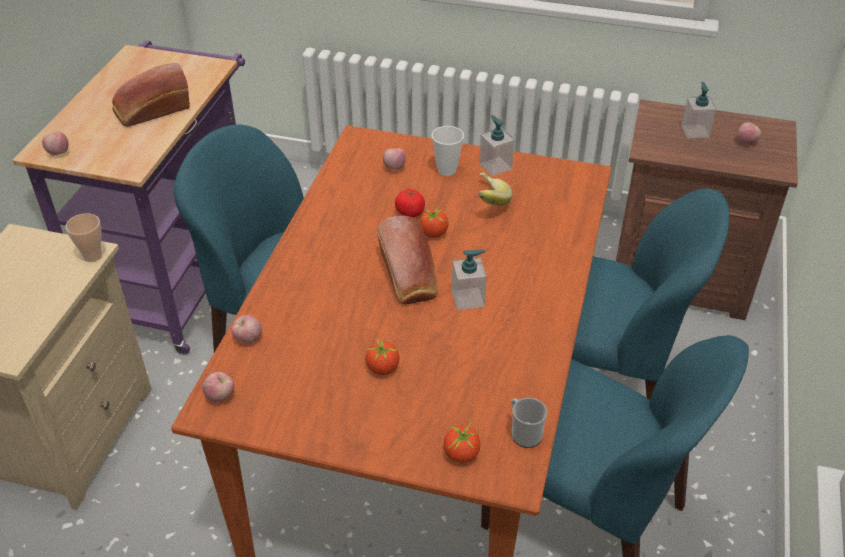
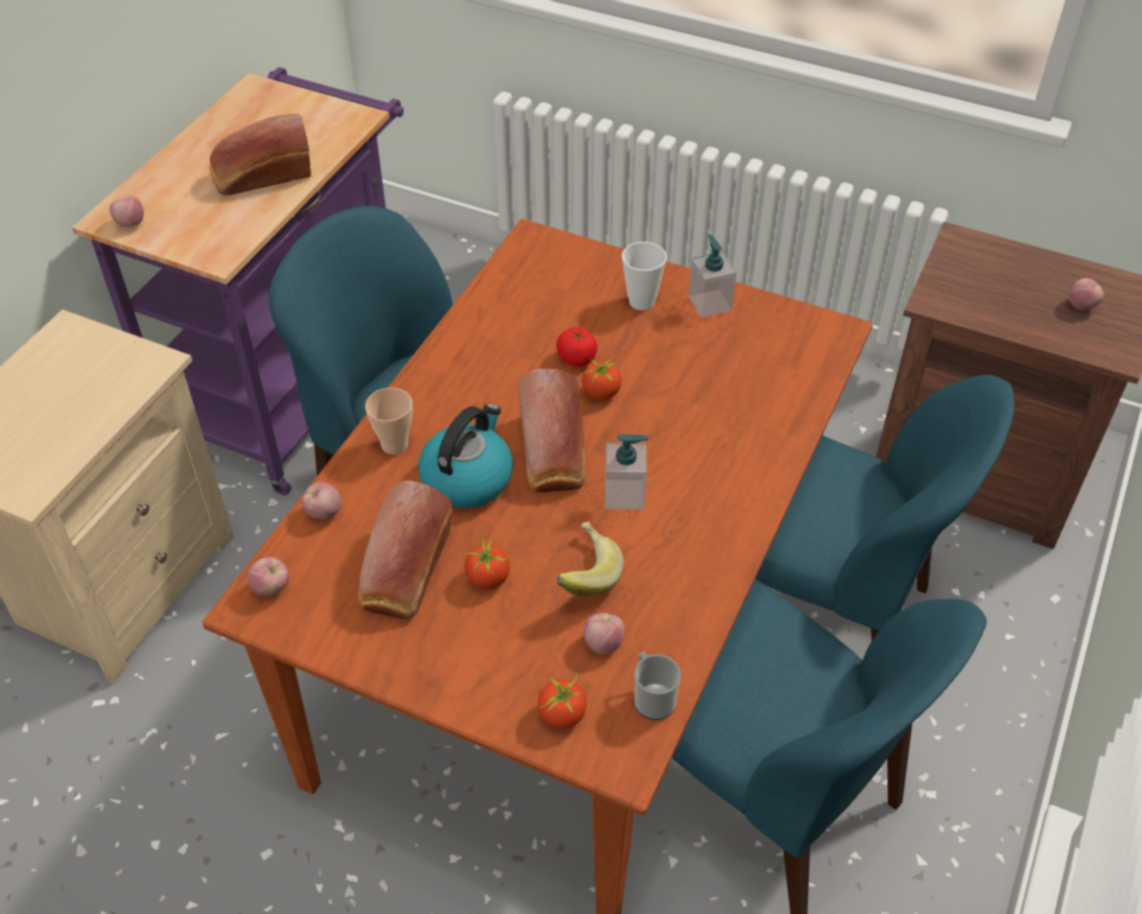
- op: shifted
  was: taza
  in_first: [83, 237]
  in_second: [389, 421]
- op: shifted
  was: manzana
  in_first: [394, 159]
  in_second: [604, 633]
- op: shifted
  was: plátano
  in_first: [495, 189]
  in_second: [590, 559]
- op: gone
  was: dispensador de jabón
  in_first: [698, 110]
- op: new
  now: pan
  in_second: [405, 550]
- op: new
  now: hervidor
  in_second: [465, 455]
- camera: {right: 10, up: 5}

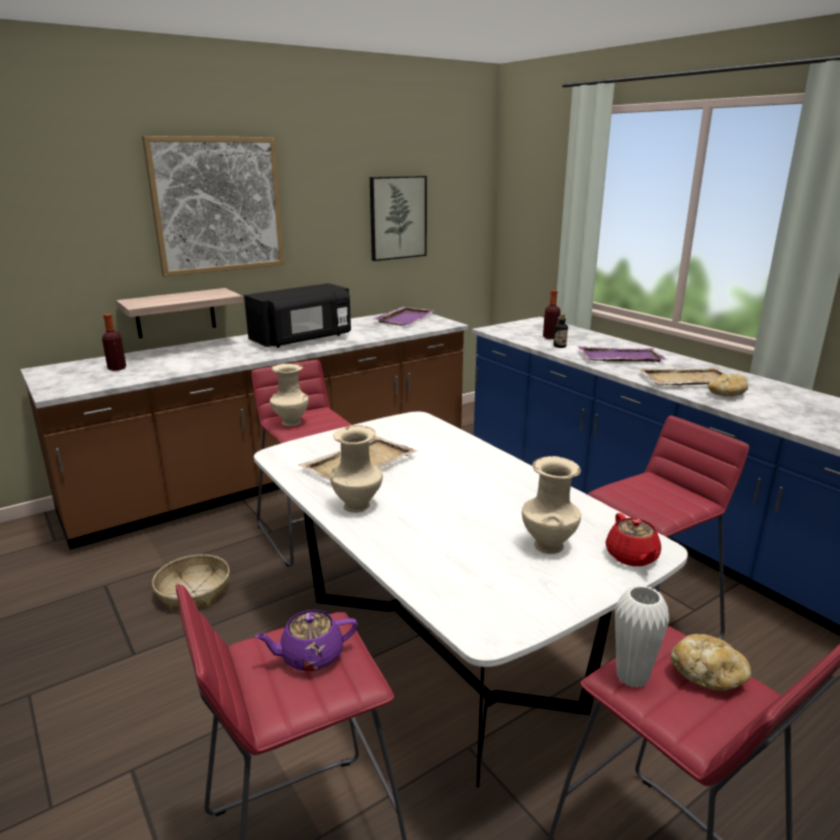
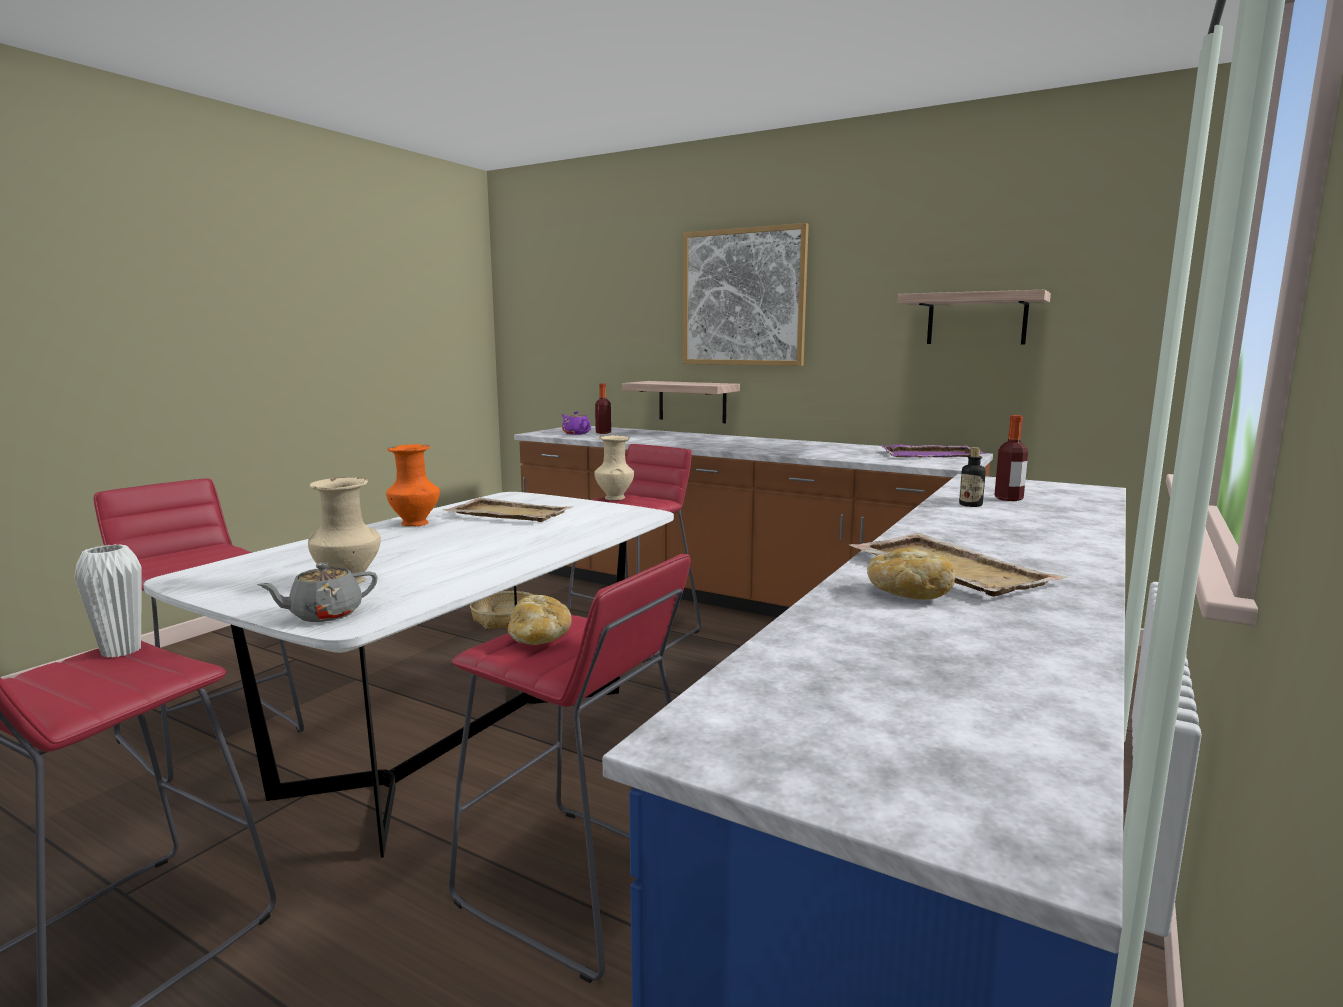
- op: gone
  was: microondas (negro)
  in_first: [297, 315]
- op: shifted
  was: tetera (morado)
  in_first: [305, 641]
  in_second: [576, 423]
- op: repainted
  was: florero (beis)
  now: florero (naranja)
  in_first: [356, 468]
  in_second: [413, 485]
- op: swapped
  was: cuadro
  now: estante
  in_first: [398, 218]
  in_second: [974, 317]
- op: gone
  was: bandeja (morado)
  in_first: [622, 354]
- op: repainted
  was: tetera (rojo)
  now: tetera (gris)
  in_first: [633, 539]
  in_second: [317, 592]
- op: shifted
  was: pan
  in_first: [710, 662]
  in_second: [540, 620]
- camera: {right: 65, up: -10}

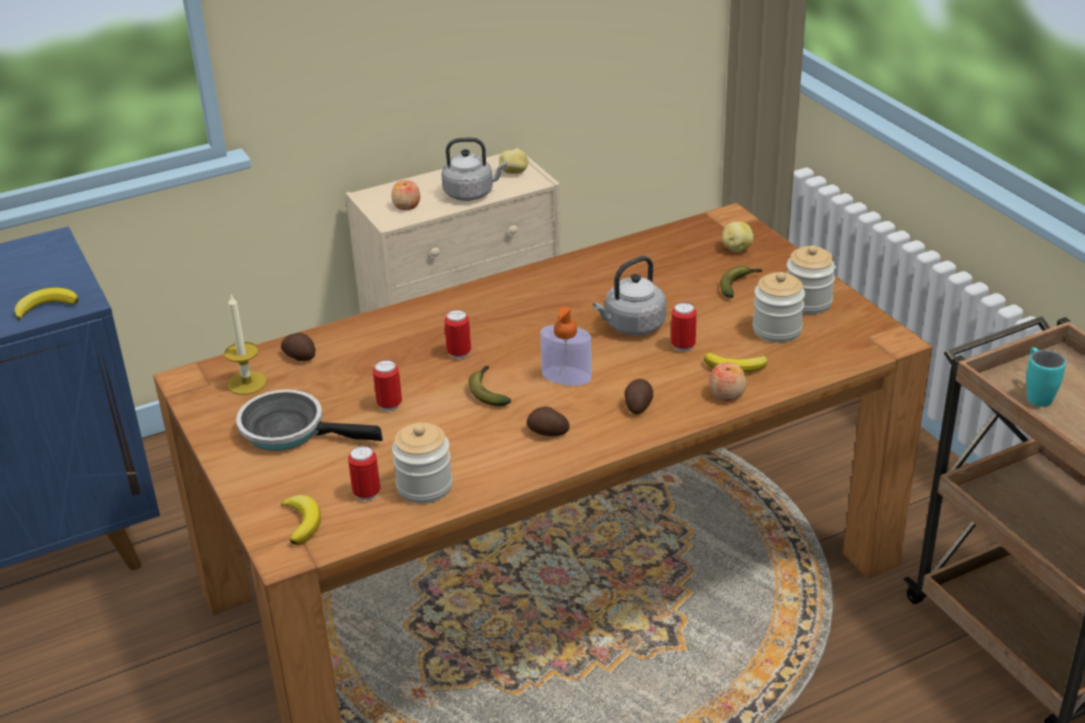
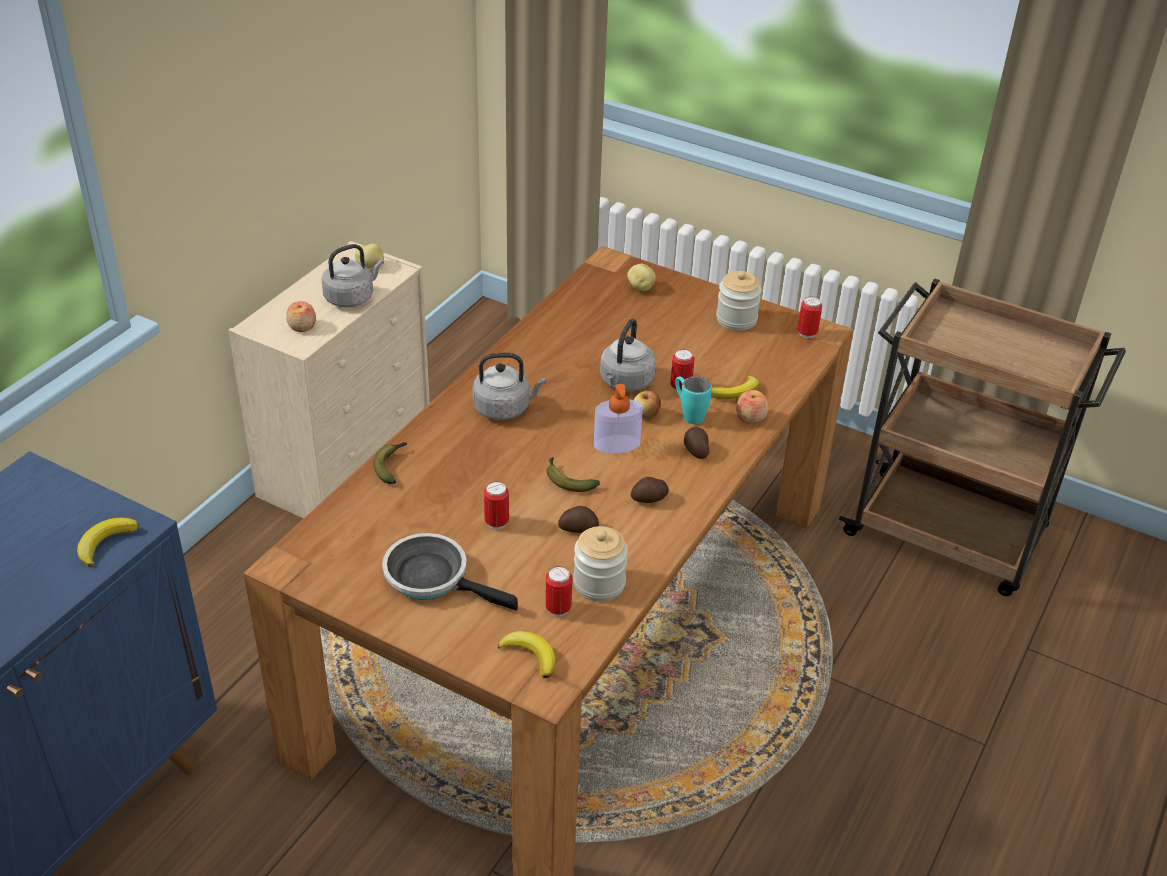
- op: gone
  was: vela
  in_first: [245, 345]
- op: rotated
  was: sartén
  in_first: [309, 420]
  in_second: [450, 572]
  clockwise: 45
- op: shifted
  was: patata
  in_first: [298, 347]
  in_second: [578, 519]
- op: shifted
  was: lata
  in_first: [457, 334]
  in_second: [810, 317]
- op: shifted
  was: plátano
  in_first: [741, 282]
  in_second: [390, 463]
- op: gone
  was: tarro
  in_first: [779, 307]
- op: shifted
  was: taza grande (turquesa)
  in_first: [1046, 377]
  in_second: [693, 400]
- op: new
  now: hervidor (gris)
  in_second: [509, 386]
- op: new
  now: manzana
  in_second: [647, 405]
- camera: {right: -35, up: 5}

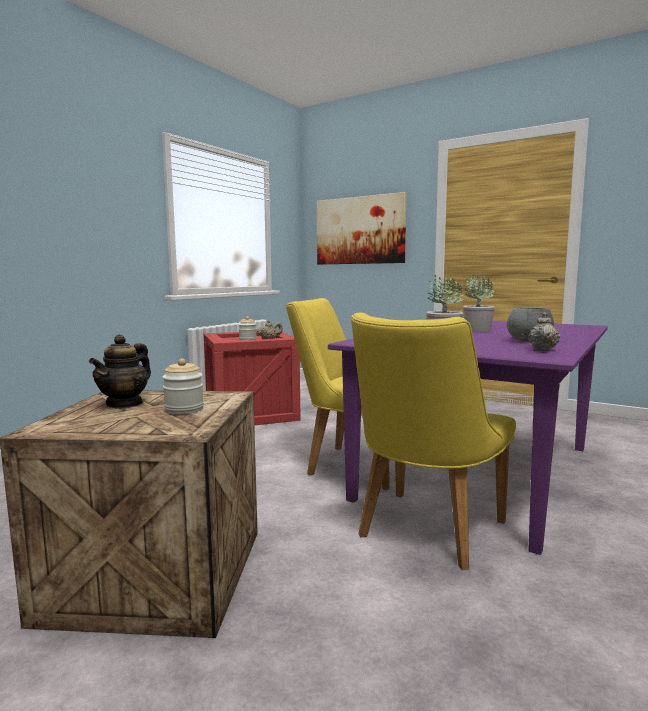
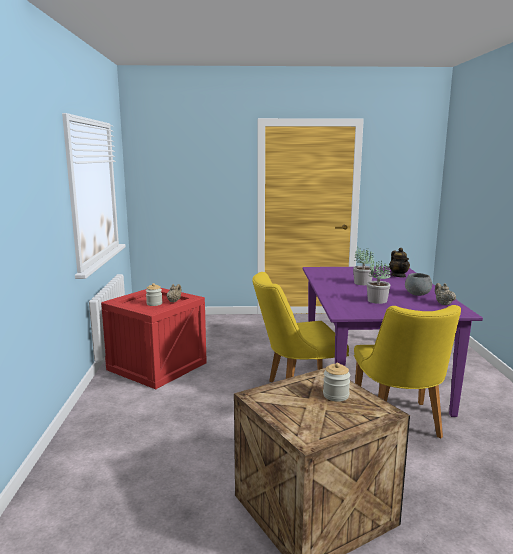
- op: shifted
  was: tetera
  in_first: [120, 371]
  in_second: [399, 262]
- op: gone
  was: cuadro
  in_first: [361, 228]
- camera: {right: -35, up: 5}

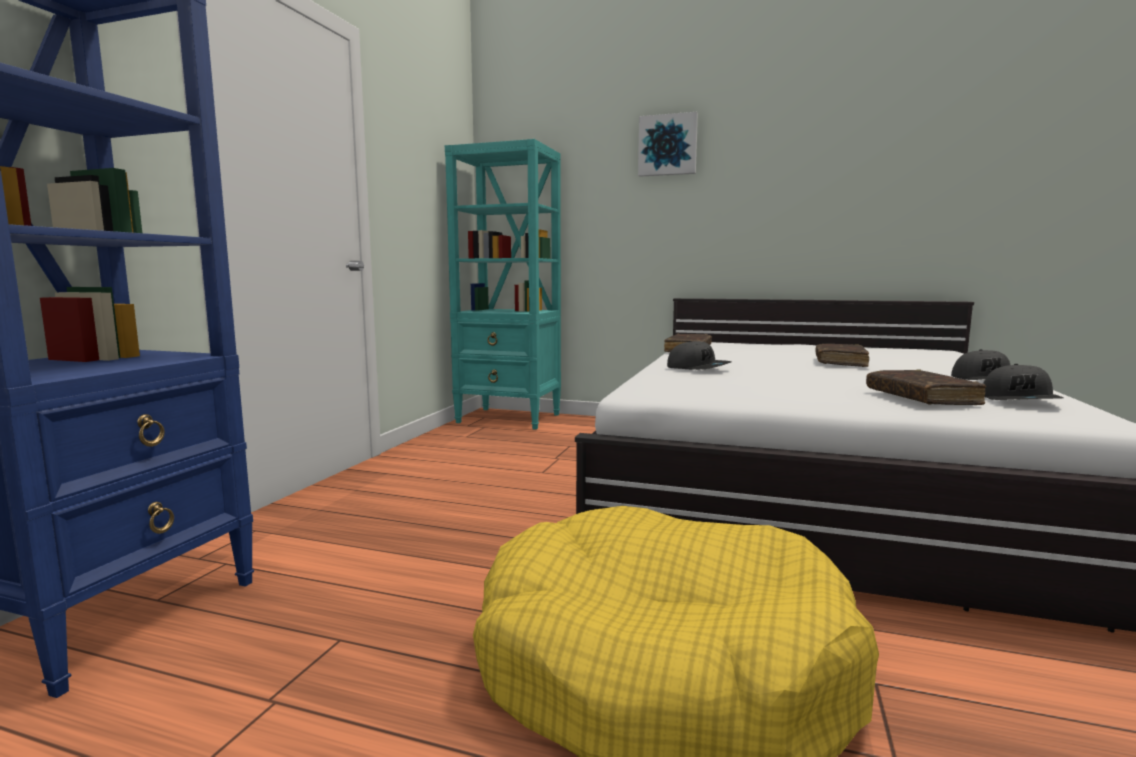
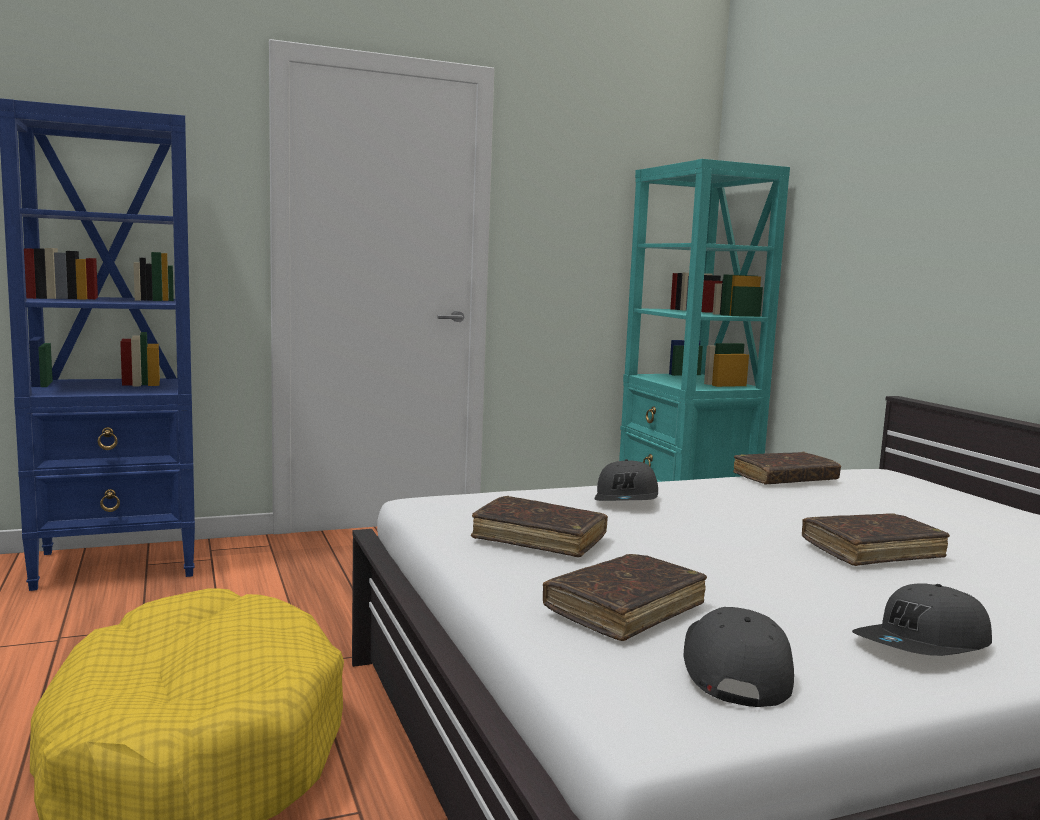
- op: gone
  was: cuadro
  in_first: [668, 144]
- op: rotated
  was: gorra (gris)
  in_first: [1023, 382]
  in_second: [739, 657]
  clockwise: 120
- op: new
  now: libro (marrón)
  in_second: [539, 527]
- camera: {right: 50, up: 0}

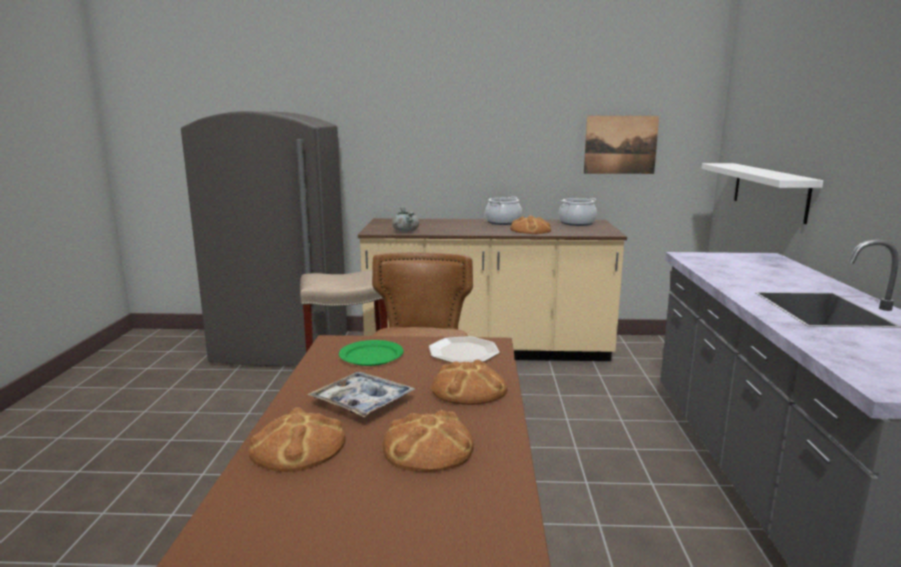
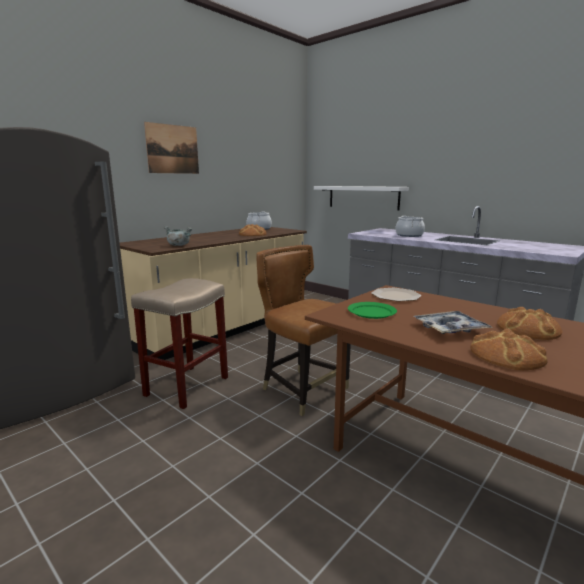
- op: gone
  was: pan
  in_first: [469, 382]
- op: shifted
  was: olla
  in_first: [503, 211]
  in_second: [410, 226]
- op: shifted
  was: cuadro
  in_first: [621, 145]
  in_second: [171, 148]
- camera: {right: -50, up: 0}

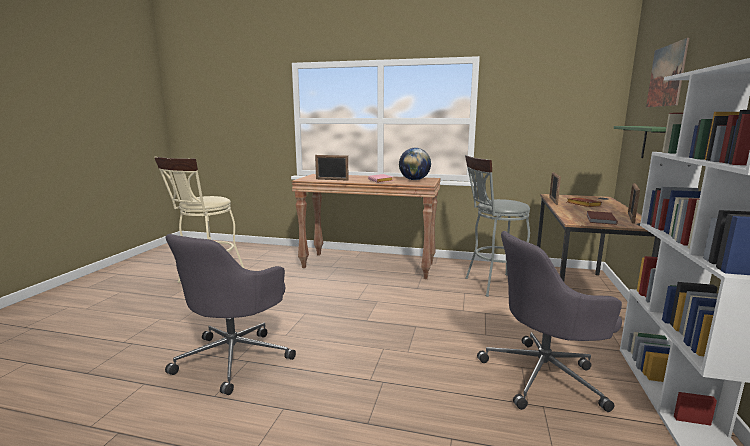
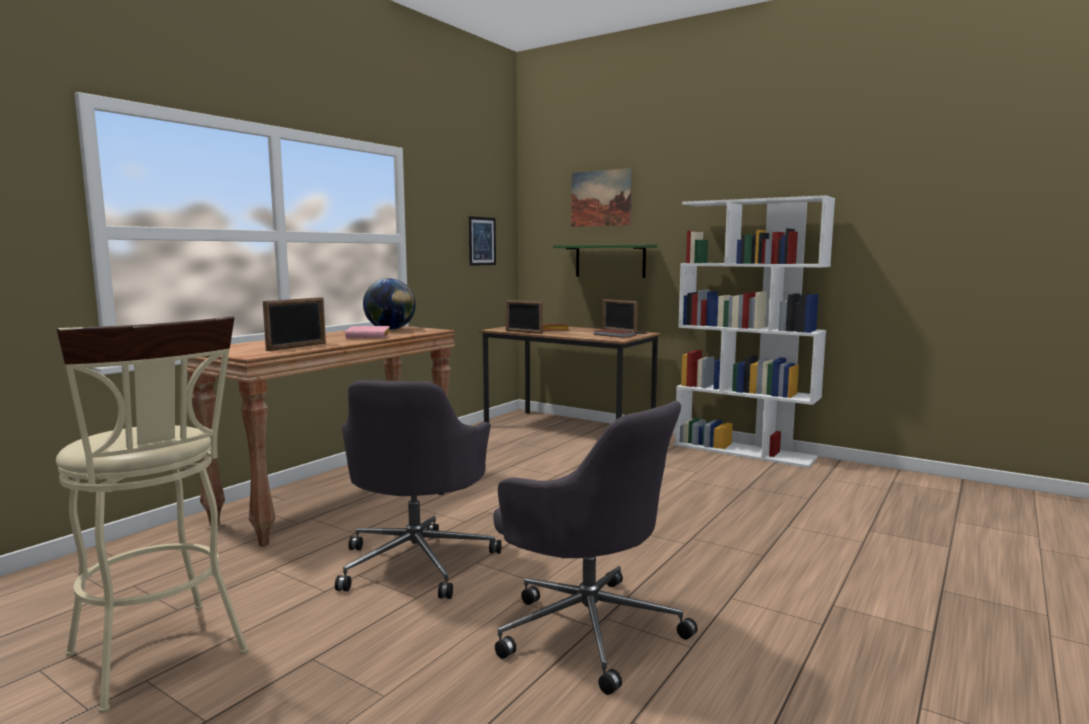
- op: gone
  was: taburete (gris)
  in_first: [497, 226]
- op: shifted
  was: silla de oficina (gris)
  in_first: [549, 321]
  in_second: [418, 489]
- op: new
  now: cuadro
  in_second: [482, 241]
- camera: {right: -70, up: -5}

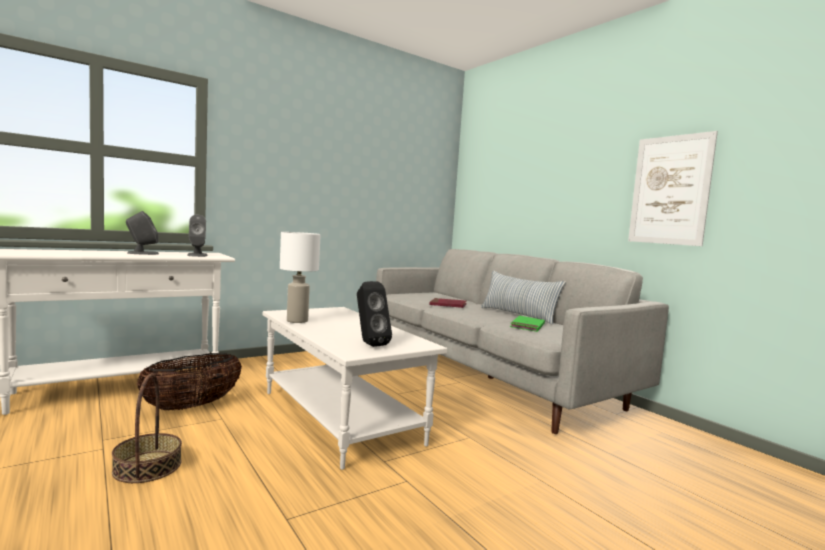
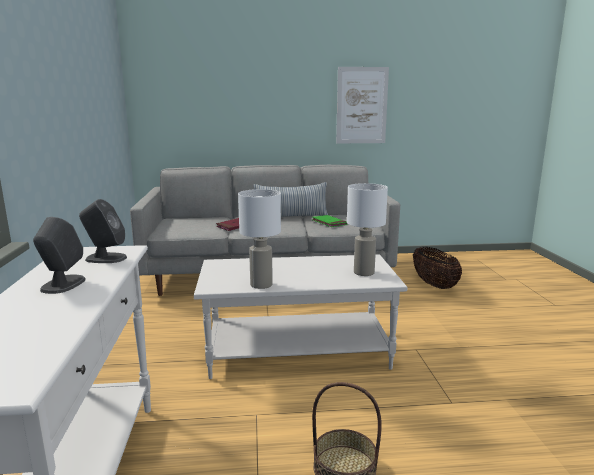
- op: shifted
  was: cesta
  in_first: [189, 381]
  in_second: [437, 268]
- op: swapped
  was: altavoz (negro)
  now: lámpara de mesa (blanco)
  in_first: [374, 314]
  in_second: [367, 229]
- camera: {right: -60, up: 10}

